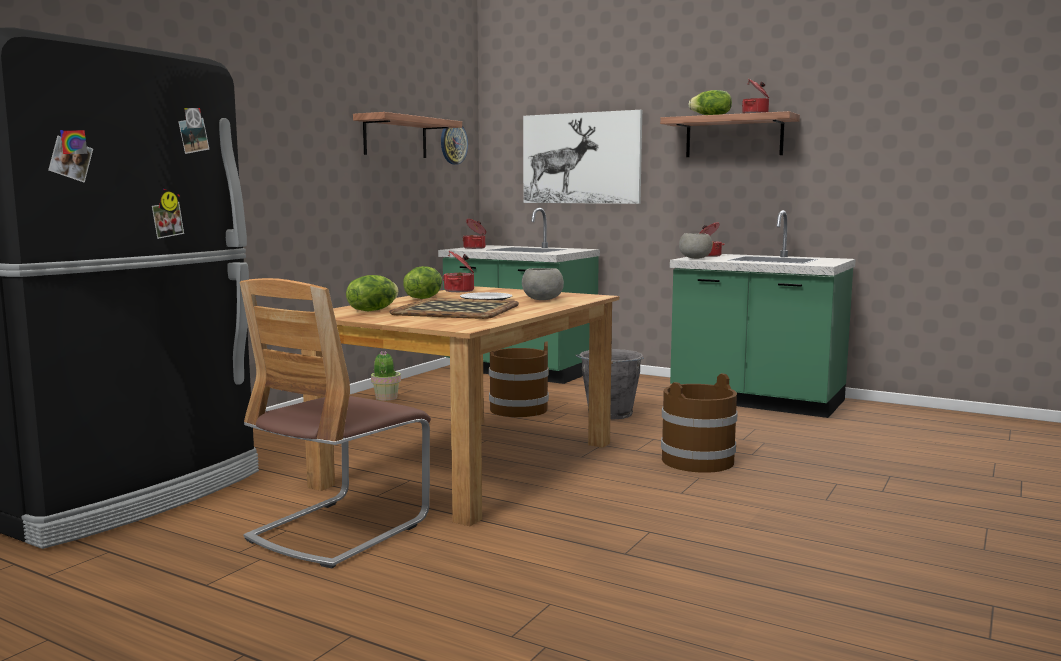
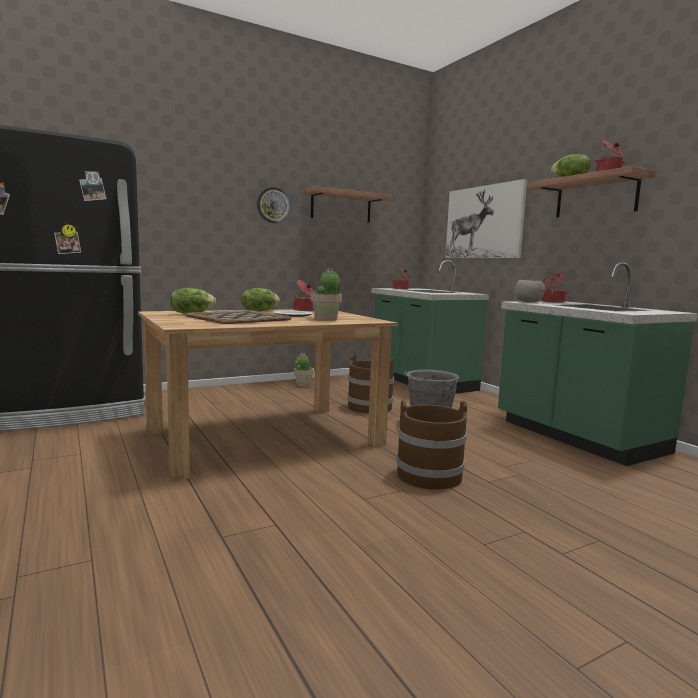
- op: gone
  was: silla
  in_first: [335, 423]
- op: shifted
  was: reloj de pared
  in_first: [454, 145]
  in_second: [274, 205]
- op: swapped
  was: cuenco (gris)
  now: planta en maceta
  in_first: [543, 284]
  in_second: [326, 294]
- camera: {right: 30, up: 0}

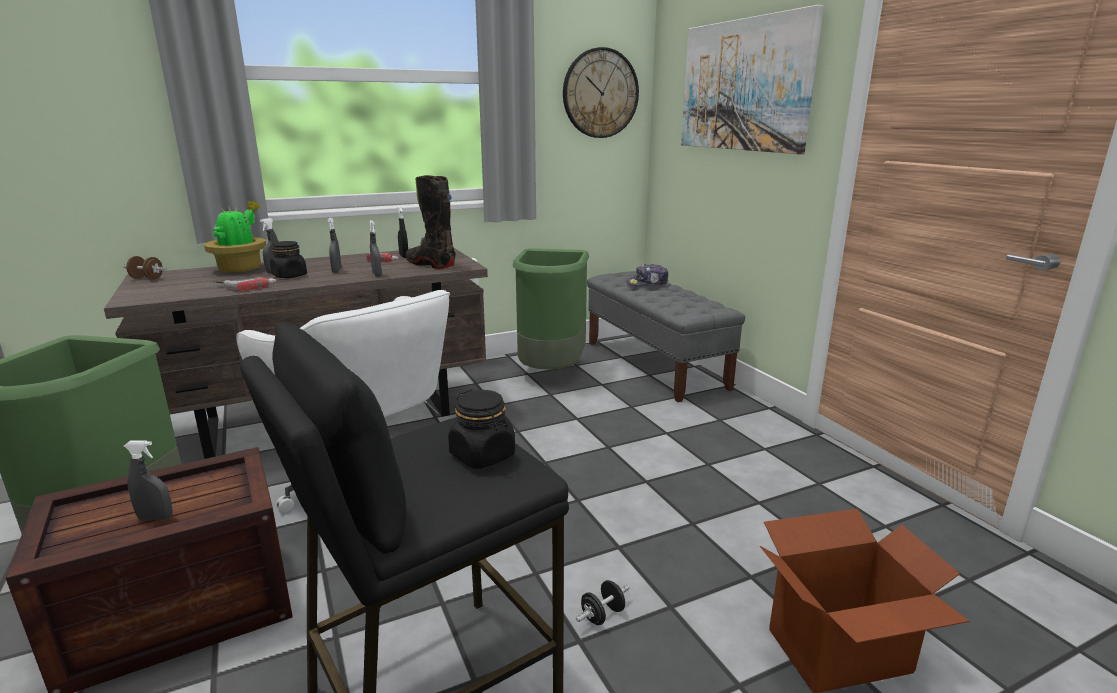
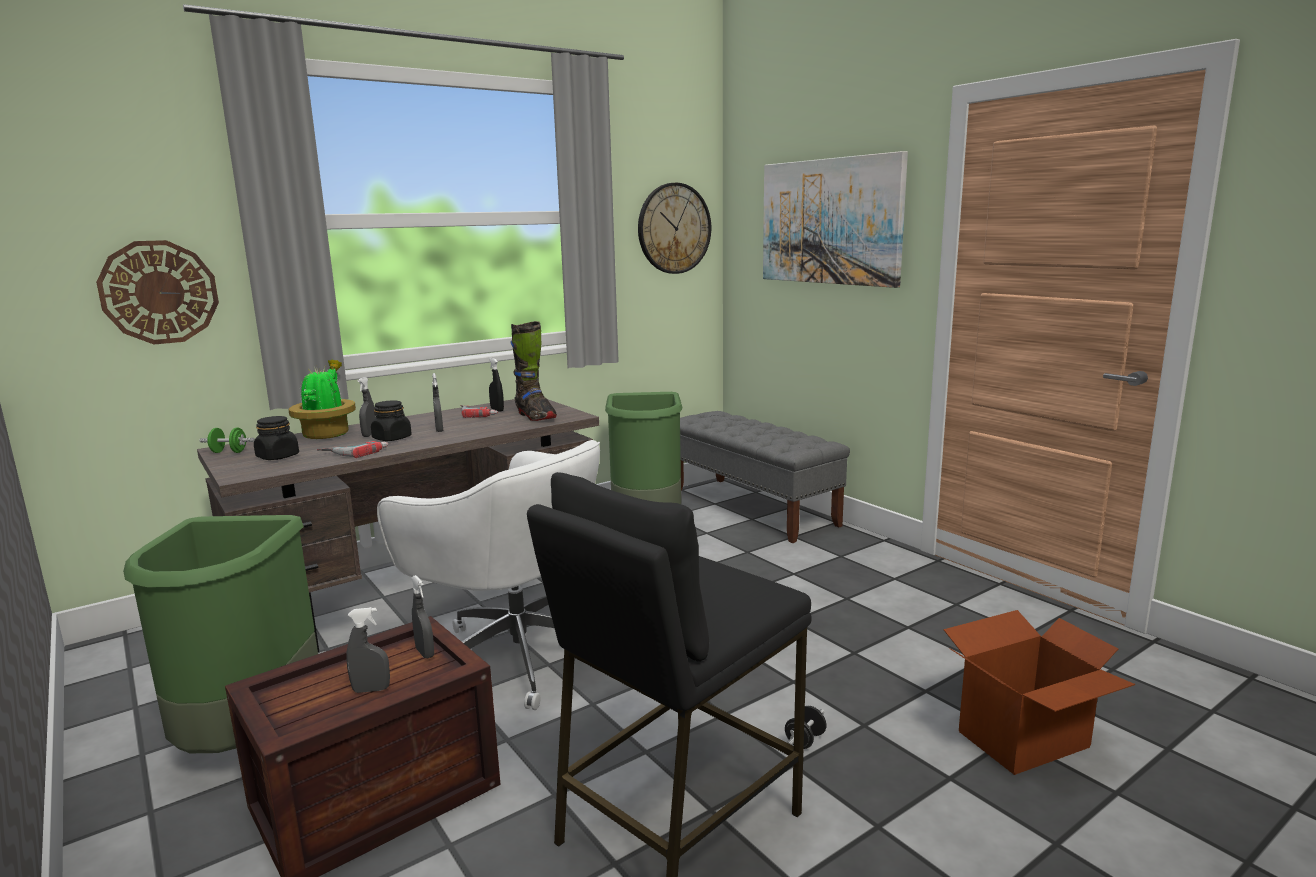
- op: repainted
  was: mancuerna (marrón)
  now: mancuerna (verde)
  in_first: [145, 268]
  in_second: [227, 440]
- op: shifted
  was: pulverizador (gris)
  in_first: [375, 248]
  in_second: [422, 616]
- op: rotated
  was: bota (negro)
  in_first: [430, 222]
  in_second: [534, 371]
  clockwise: -150
- op: shifted
  was: tarro (negro)
  in_first: [481, 429]
  in_second: [276, 438]
- op: gone
  was: gorra
  in_first: [647, 274]
- op: new
  now: reloj de pared
  in_second: [157, 292]
- camera: {right: -10, up: -5}

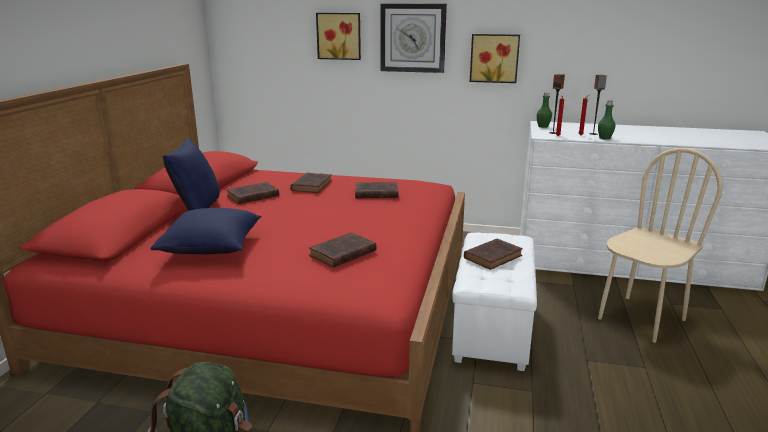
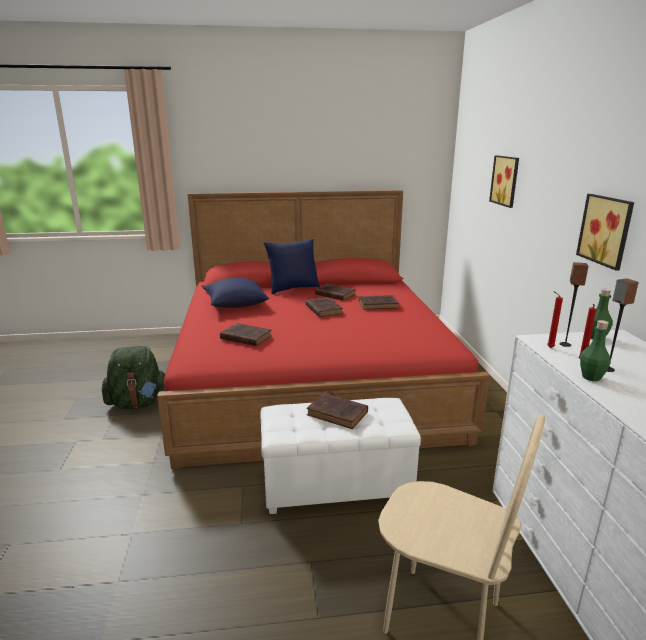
- op: shifted
  was: libro (marrón)
  in_first: [377, 190]
  in_second: [324, 307]
- op: gone
  was: reloj de pared
  in_first: [413, 38]
- camera: {right: 70, up: 0}

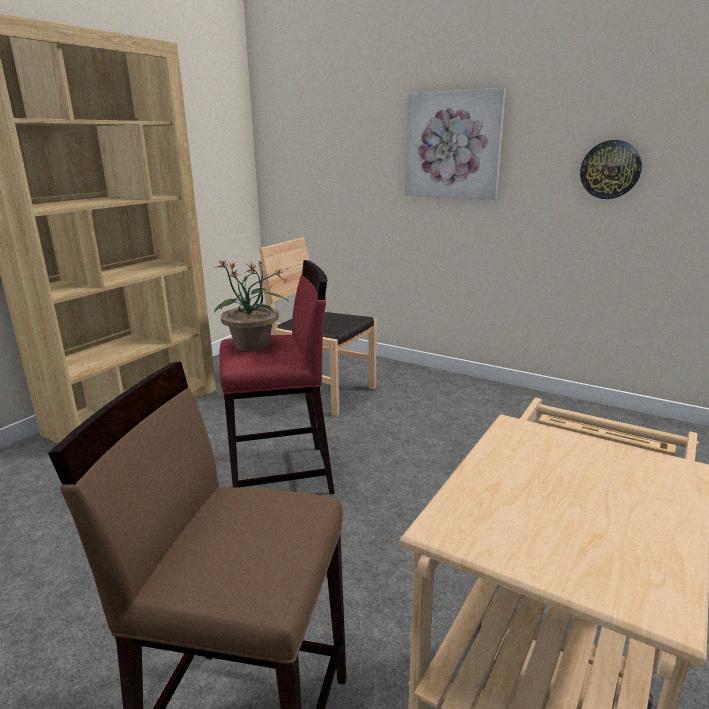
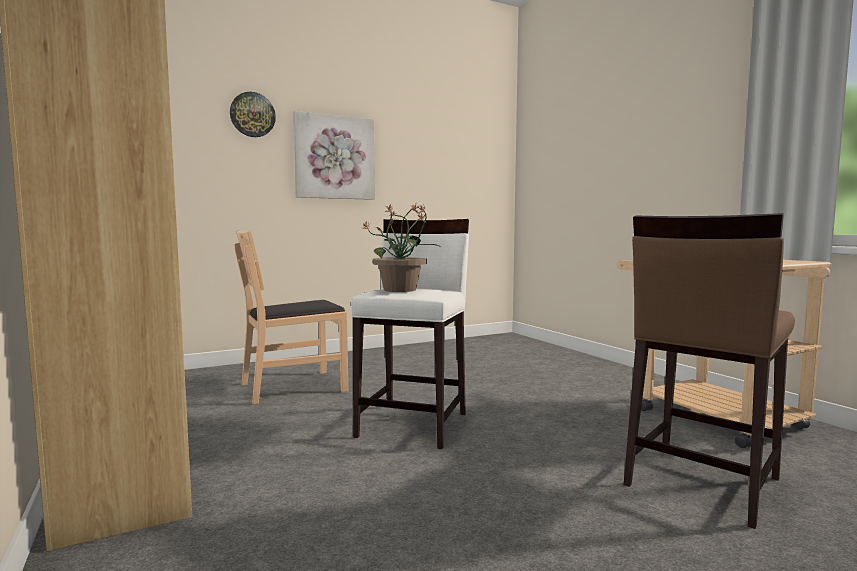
- op: repainted
  was: taburete (rojo)
  now: taburete (blanco)
  in_first: [277, 377]
  in_second: [410, 334]
- op: shifted
  was: reloj de pared
  in_first: [611, 169]
  in_second: [253, 114]
- camera: {right: -60, up: -15}

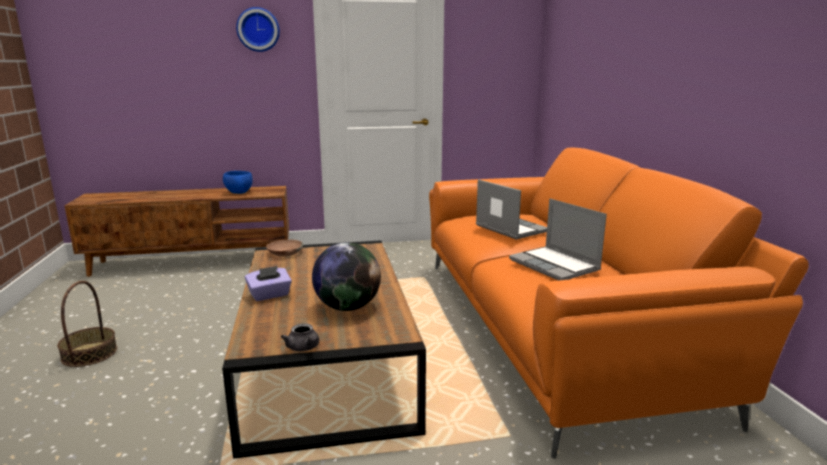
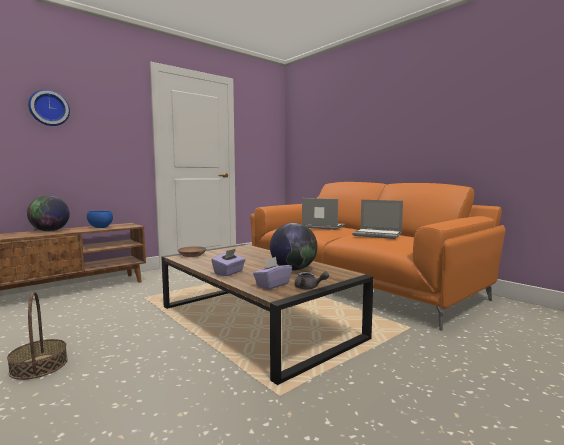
- op: shifted
  was: reloj de pared
  in_first: [258, 29]
  in_second: [49, 107]
- op: new
  now: globo terráqueo
  in_second: [48, 213]
- op: new
  now: caja de pañuelos (morado)
  in_second: [272, 273]
- camera: {right: -30, up: -10}

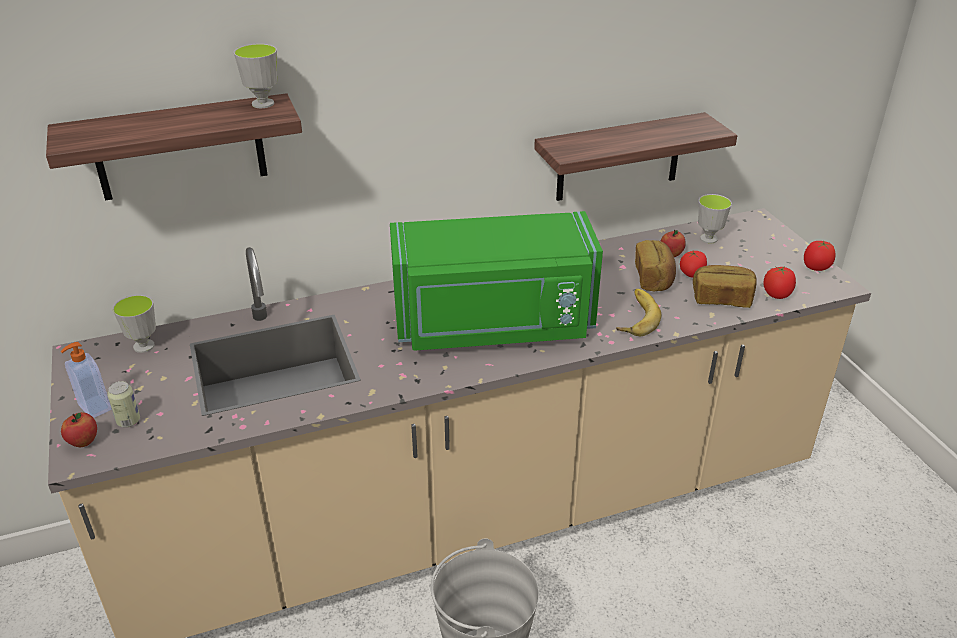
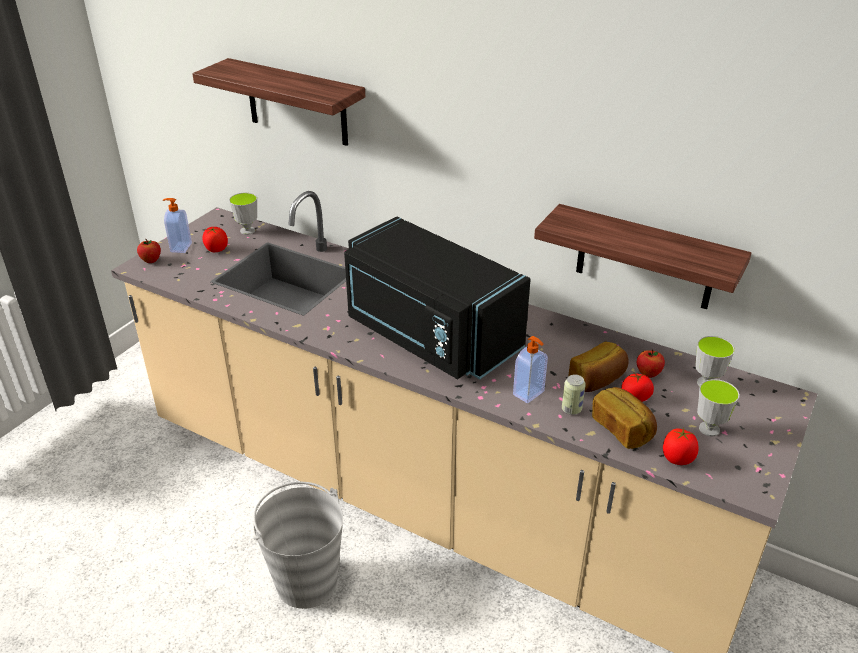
- op: shifted
  was: lata
  in_first: [123, 404]
  in_second: [574, 394]
- op: shifted
  was: taza
  in_first: [255, 76]
  in_second: [718, 407]
- op: repainted
  was: microondas (verde)
  now: microondas (negro)
  in_first: [496, 281]
  in_second: [437, 297]
- op: swapped
  was: plátano
  now: dispensador de jabón
  in_first: [639, 312]
  in_second: [530, 369]
- op: shifted
  was: tomate
  in_first: [820, 256]
  in_second: [215, 239]
- camera: {right: 50, up: 0}

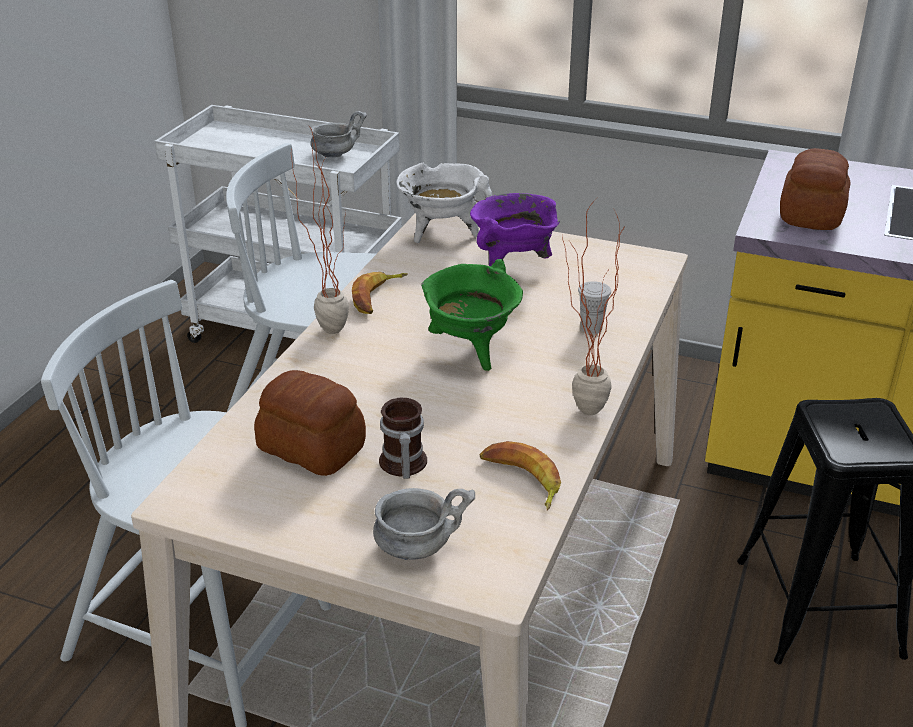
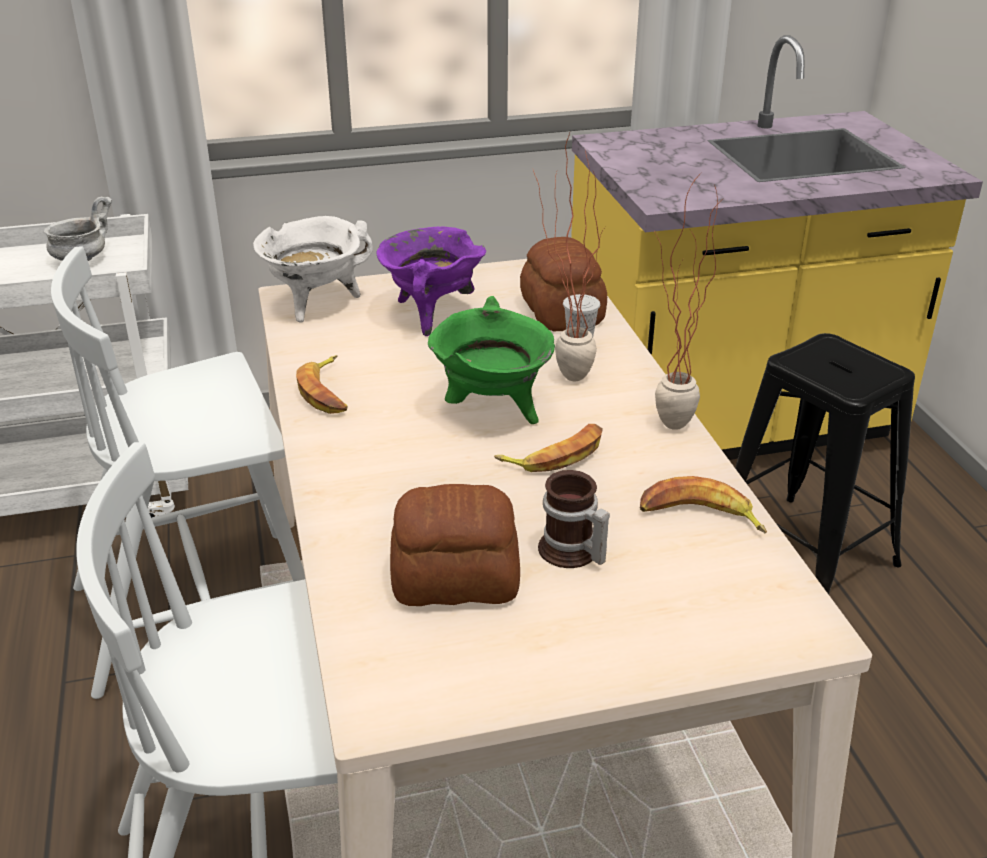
- op: shifted
  was: planta en maceta
  in_first: [320, 229]
  in_second: [569, 257]
- op: gone
  was: cuenco (gris)
  in_first: [424, 524]
- op: shifted
  was: pan
  in_first: [815, 189]
  in_second: [563, 284]
- op: new
  now: plátano
  in_second: [548, 448]
- camera: {right: -35, up: 0}

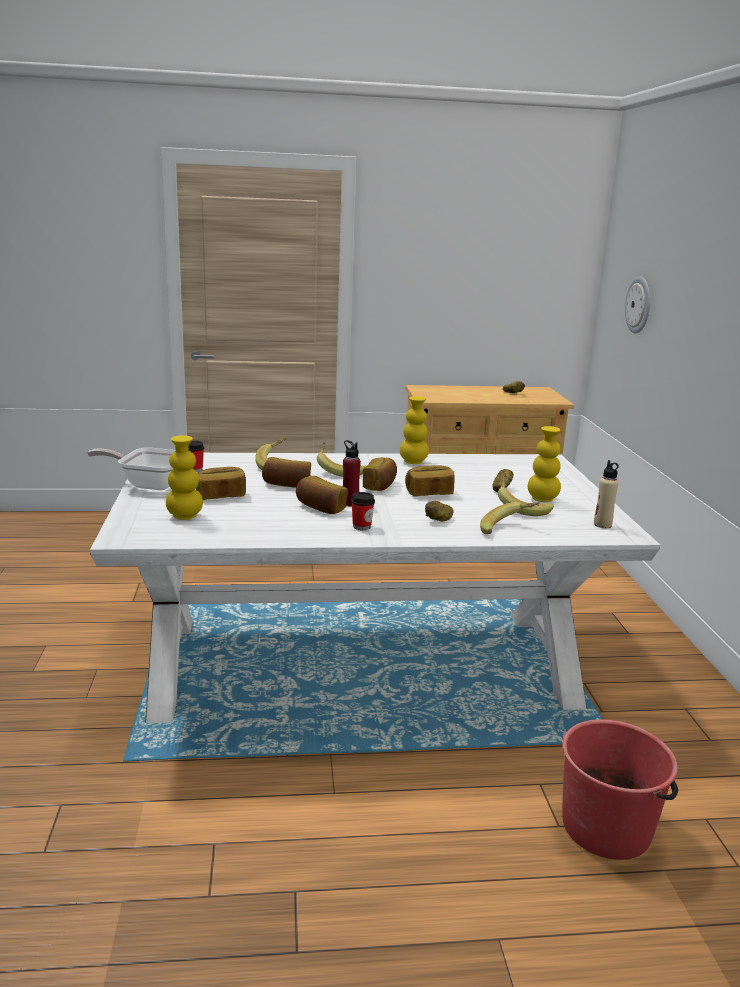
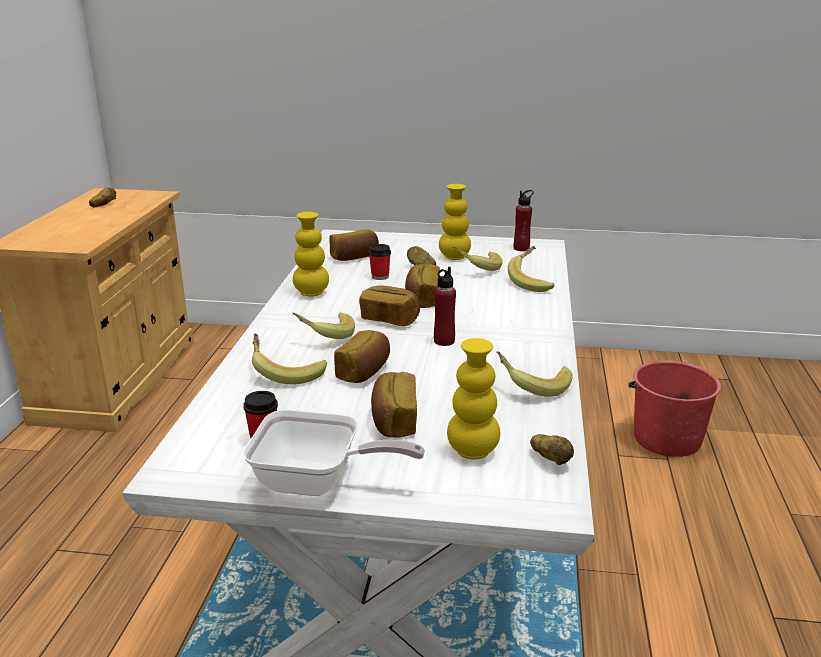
- op: rotated
  was: sartén
  in_first: [131, 468]
  in_second: [334, 453]
  clockwise: -105
- op: shifted
  was: pan
  in_first: [322, 495]
  in_second: [354, 245]
- op: shifted
  was: taza
  in_first: [363, 511]
  in_second: [380, 262]
- op: shifted
  was: patata
  in_first: [439, 511]
  in_second: [552, 449]
- op: repainted
  was: botella (beis)
  now: botella (rojo)
  in_first: [606, 494]
  in_second: [524, 220]
- op: gone
  was: reloj de pared
  in_first: [637, 305]
- op: new
  now: plátano
  in_second: [534, 374]
- camera: {right: -75, up: 5}

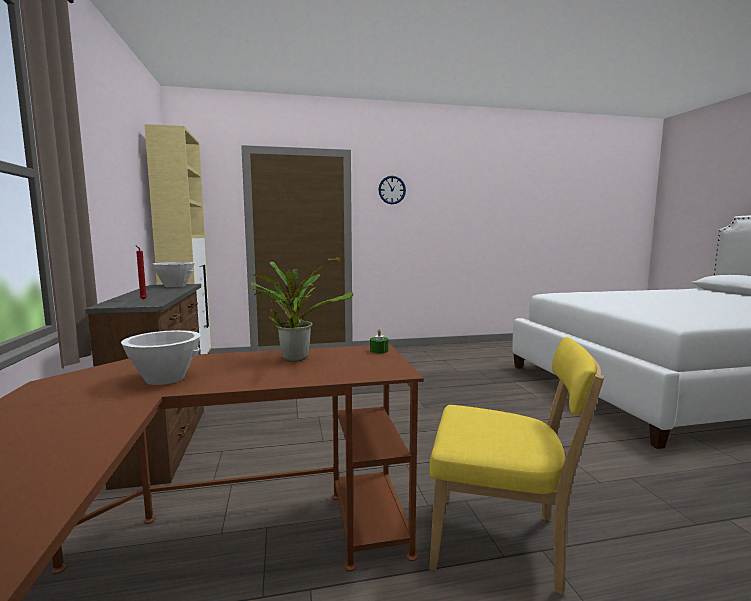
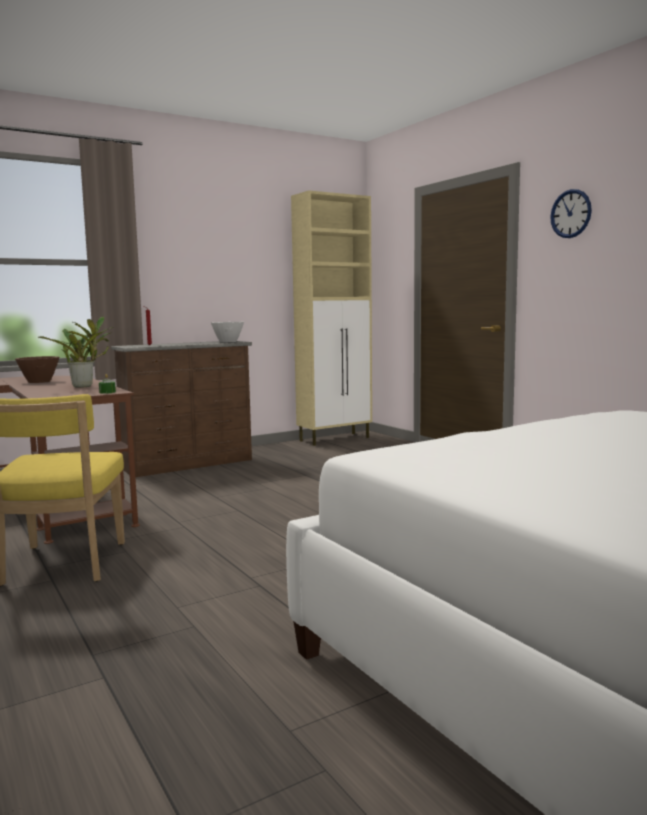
- op: repainted
  was: cuenco (blanco)
  now: cuenco (marrón)
  in_first: [161, 357]
  in_second: [37, 369]
- camera: {right: 70, up: 0}

